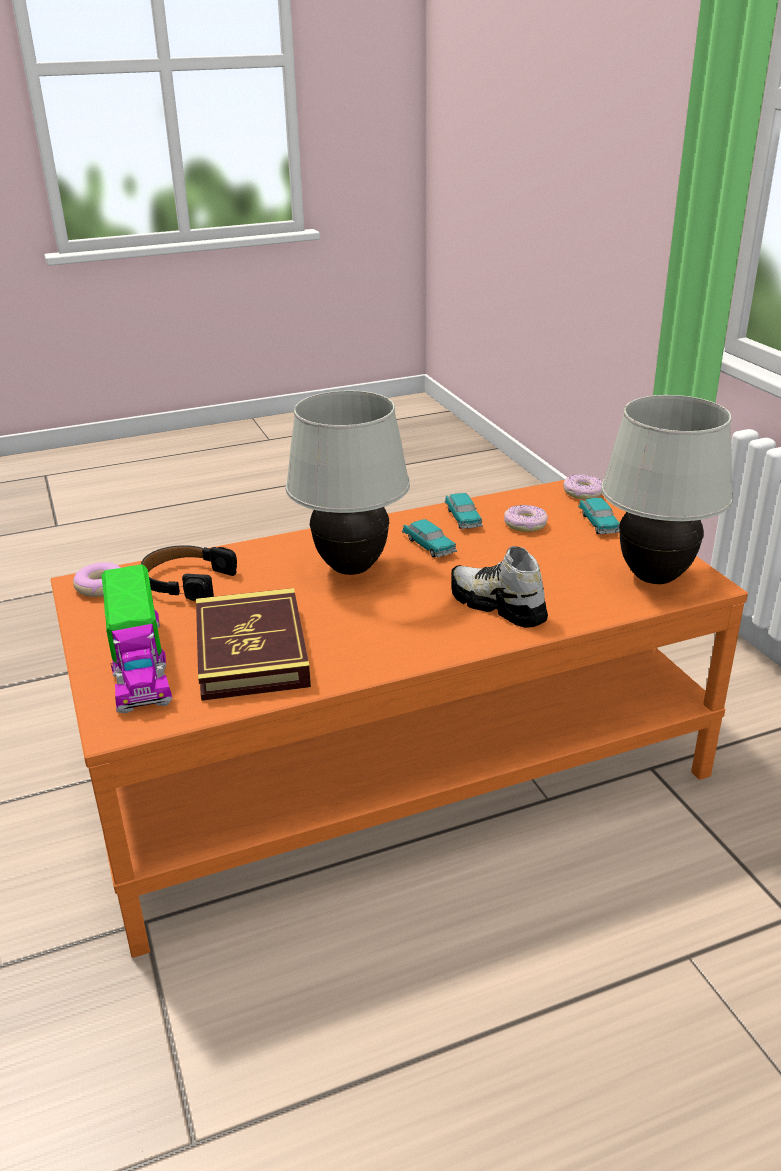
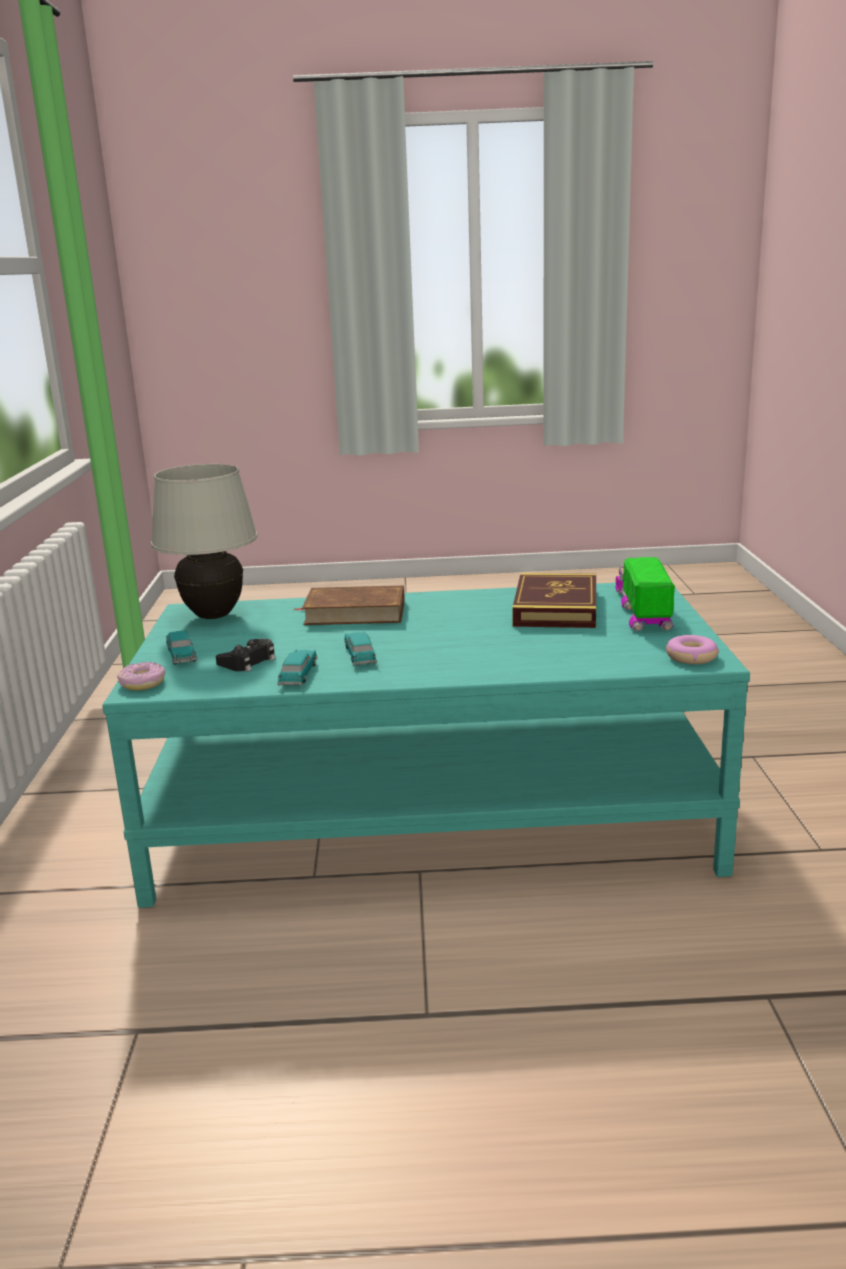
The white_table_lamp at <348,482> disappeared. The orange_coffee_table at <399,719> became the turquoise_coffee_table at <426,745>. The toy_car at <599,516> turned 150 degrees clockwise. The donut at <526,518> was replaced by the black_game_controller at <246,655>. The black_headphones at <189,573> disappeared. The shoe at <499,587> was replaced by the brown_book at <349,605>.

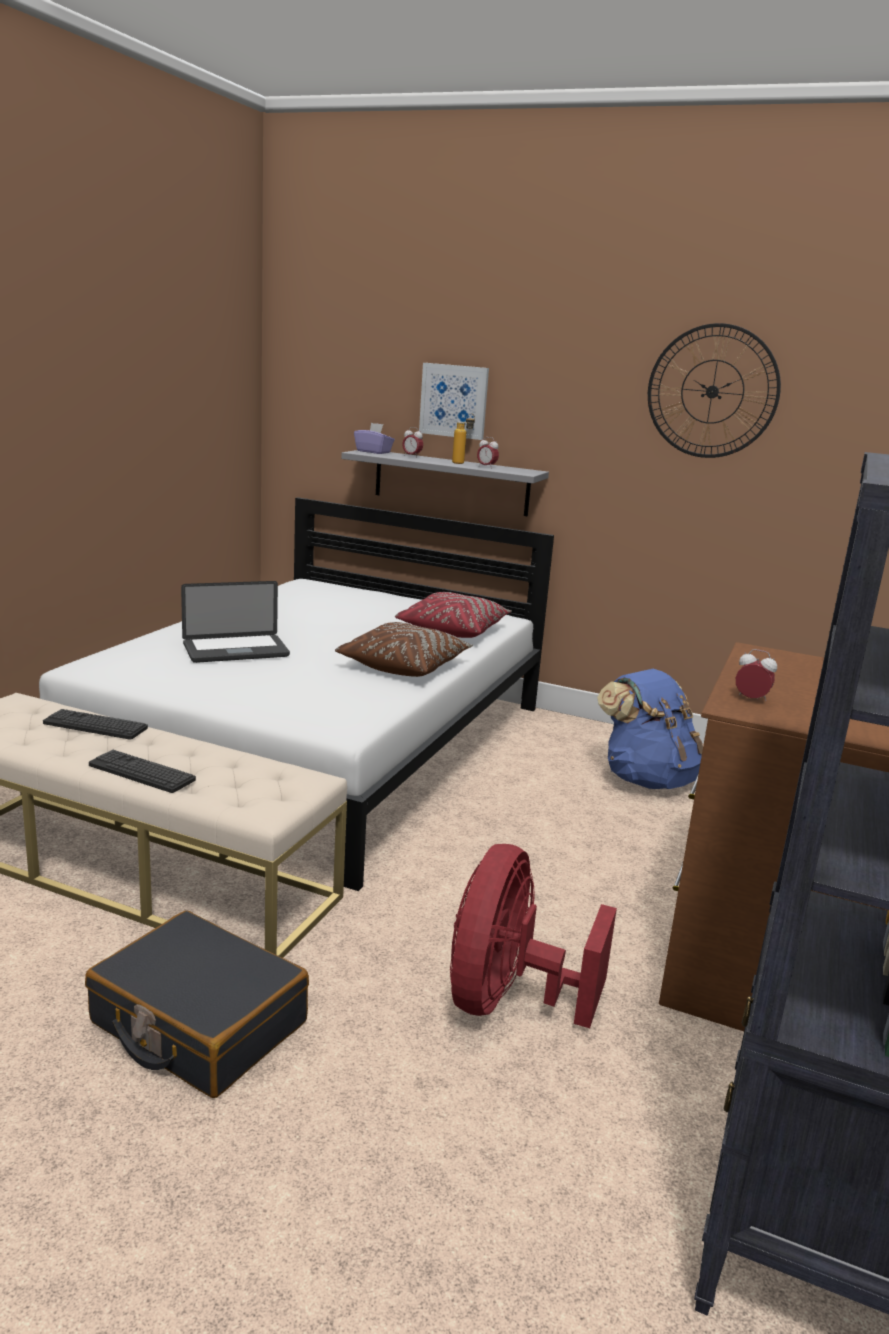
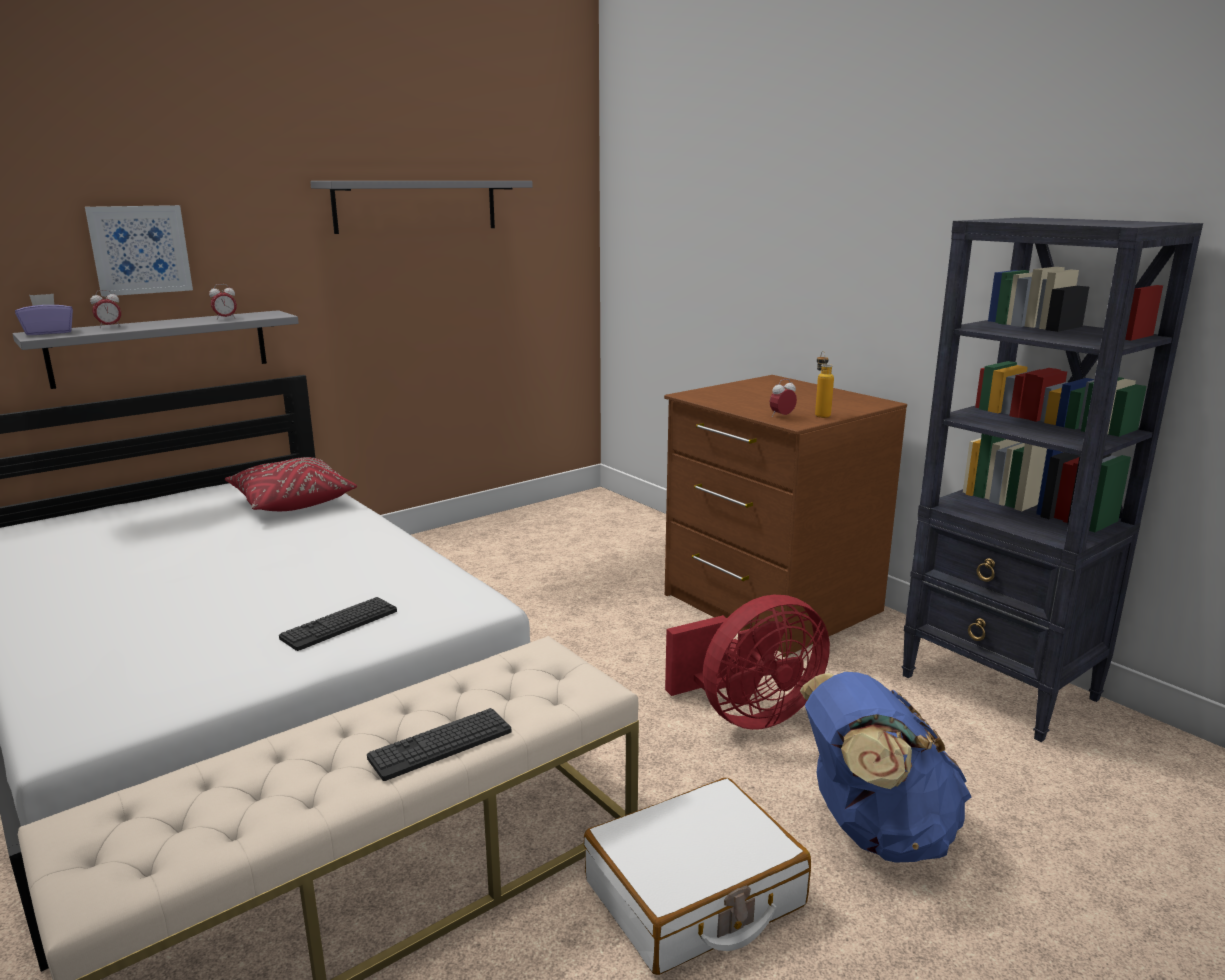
The wall_clock at <714,390> was replaced by the grey_shelf at <421,207>. The bottle moved from <463,438> to <824,384>. The laptop at <235,622> disappeared. The brown_pillow at <404,649> disappeared. The blue_backpack moved from <650,729> to <885,767>. The keyboard moved from <95,724> to <338,624>. The red_fan at <533,936> turned 75 degrees counterclockwise. The black_suitcase at <197,1004> became the white_suitcase at <697,876>.

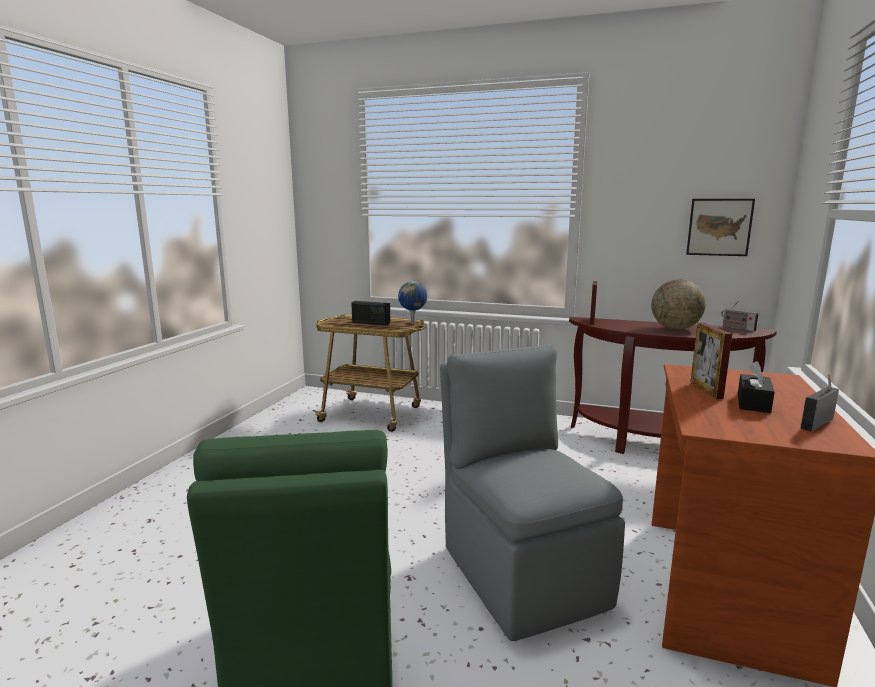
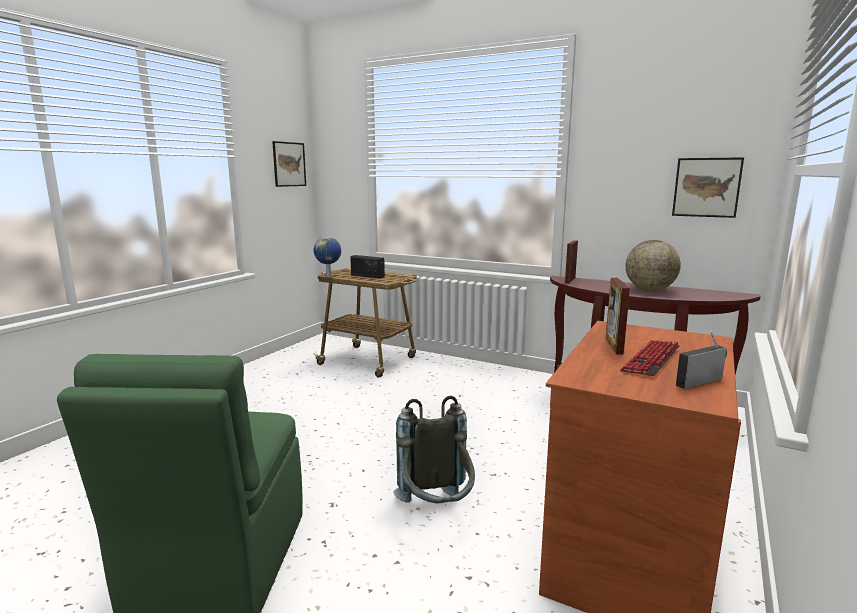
The globe moved from <412,302> to <327,257>. The radio at <739,316> disappeared. The grey_chair at <532,493> was replaced by the grey_backpack at <434,449>. The black_tissue_box at <756,387> was replaced by the keyboard at <650,358>. The picture at <289,164> appeared.

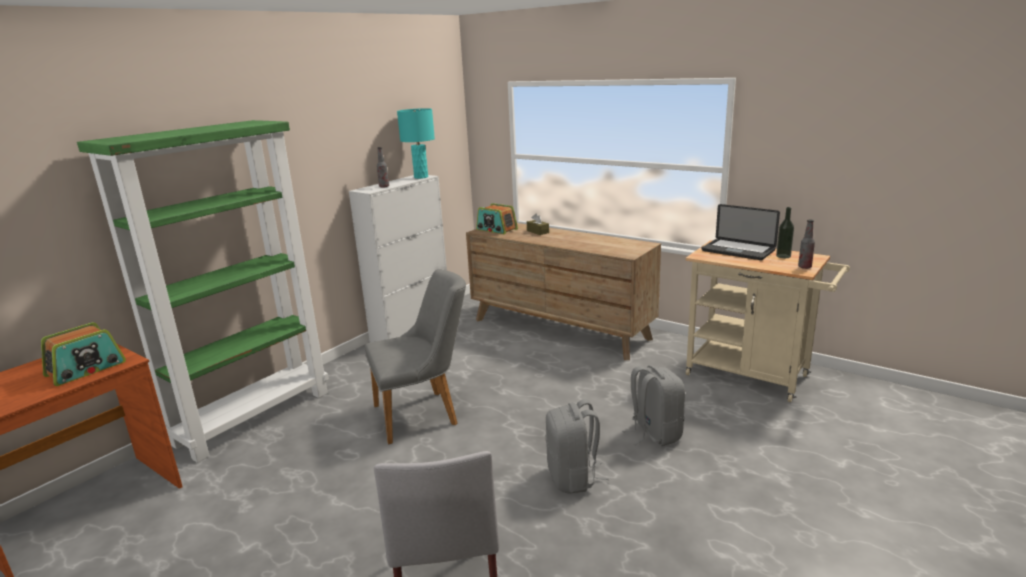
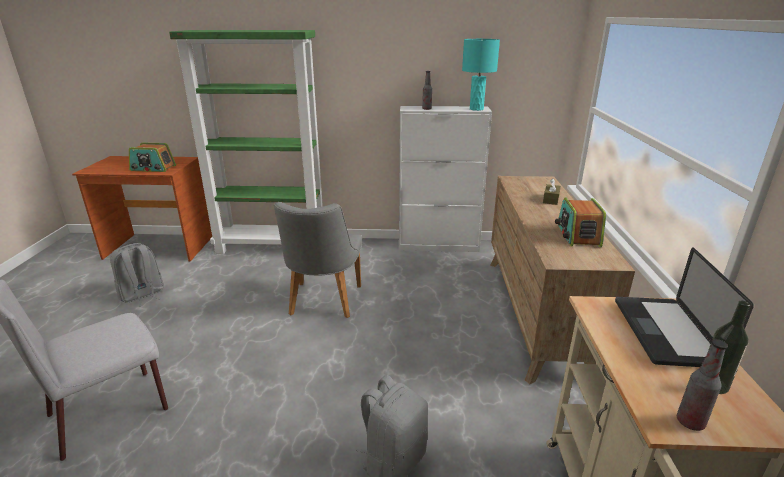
The radio moved from <497,218> to <580,222>. The grey_chair at <415,356> turned 60 degrees clockwise. The grey_backpack moved from <577,446> to <137,275>.

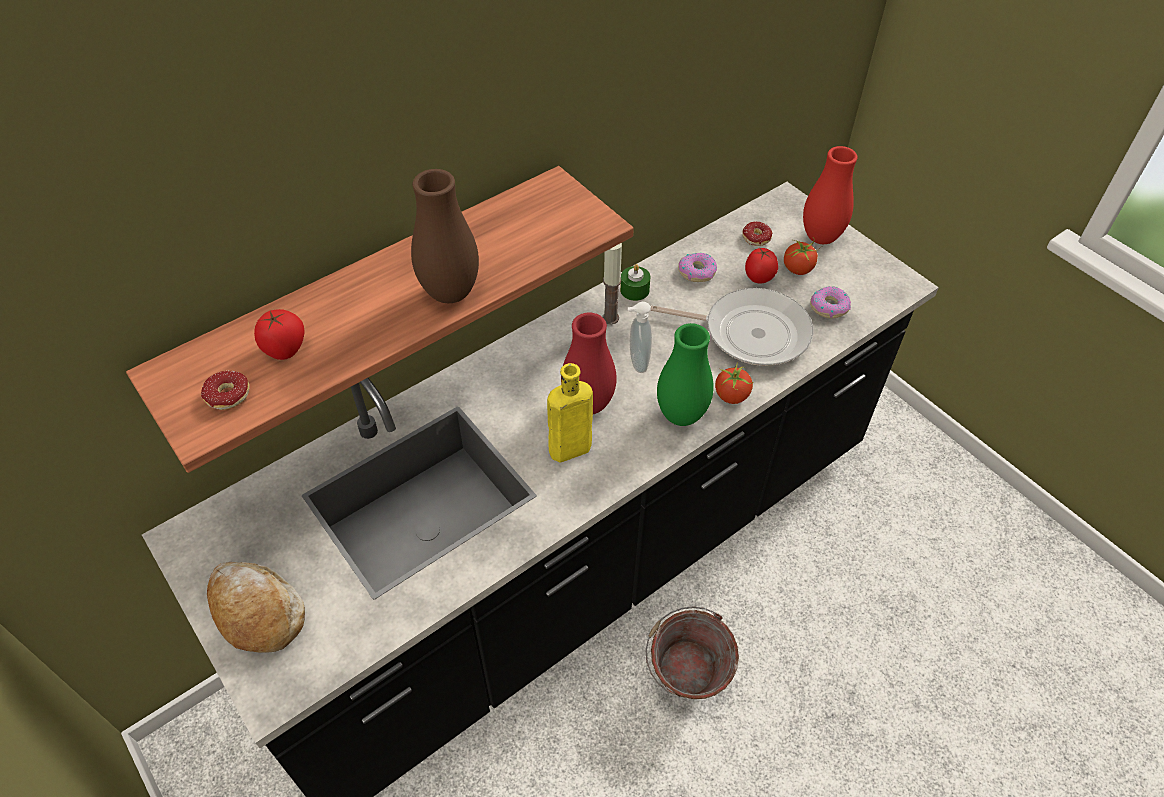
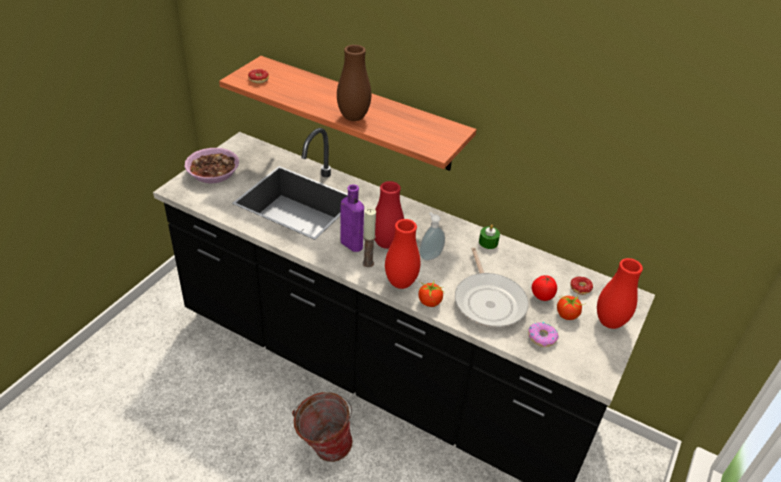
The candle moved from <612,283> to <369,237>. The donut at <697,267> disappeared. The tomato at <279,334> disappeared. The green_vase at <685,374> became the red_vase at <403,254>. The yellow_bottle at <570,413> became the purple_bottle at <352,218>. The bread at <256,607> was replaced by the bowl at <212,165>.

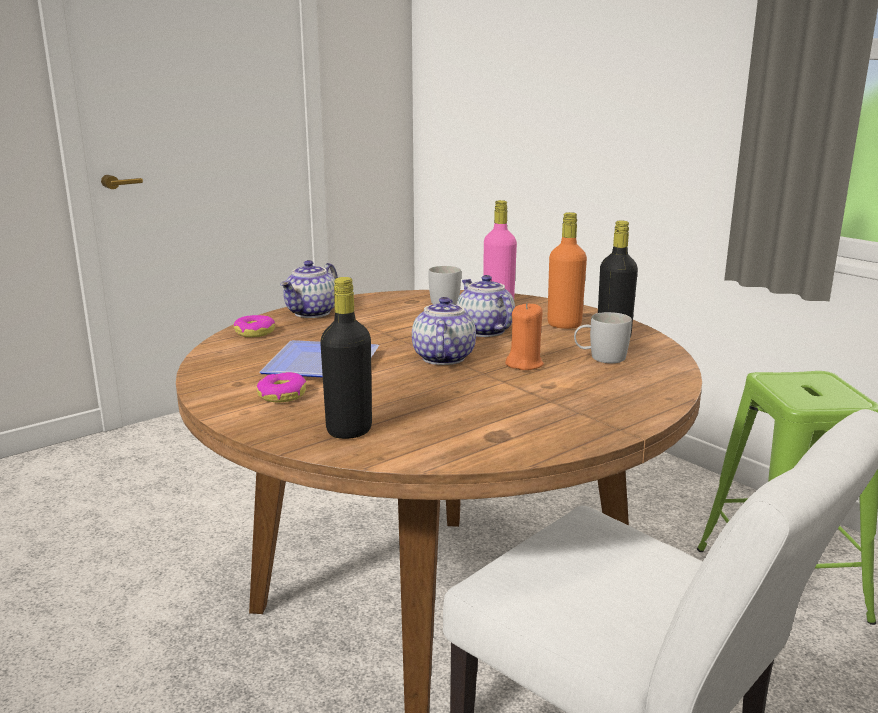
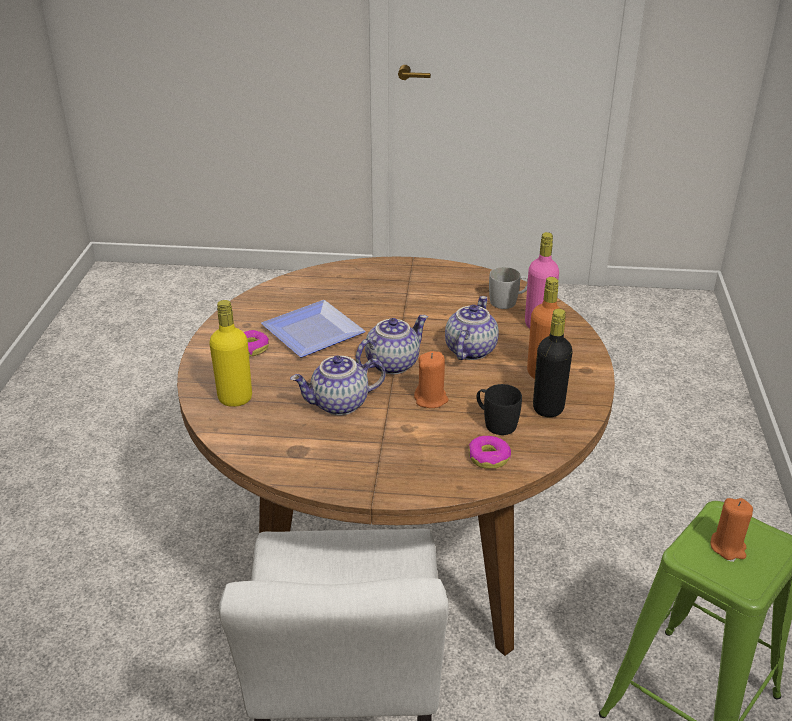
The teapot moved from <309,289> to <338,386>. The black_bottle at <346,358> became the yellow_bottle at <230,353>. The white_mug at <603,337> became the black_mug at <499,409>. The donut moved from <254,326> to <490,452>. The orange_candle at <732,529> appeared.

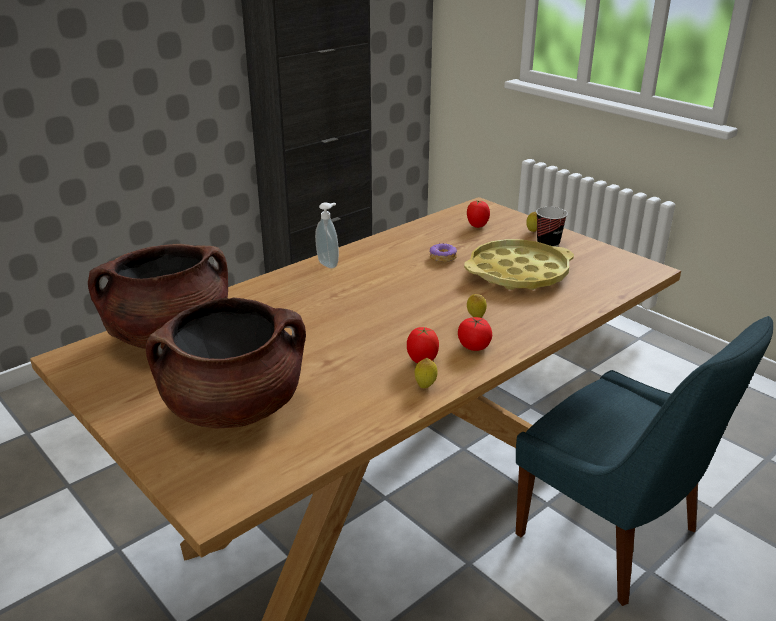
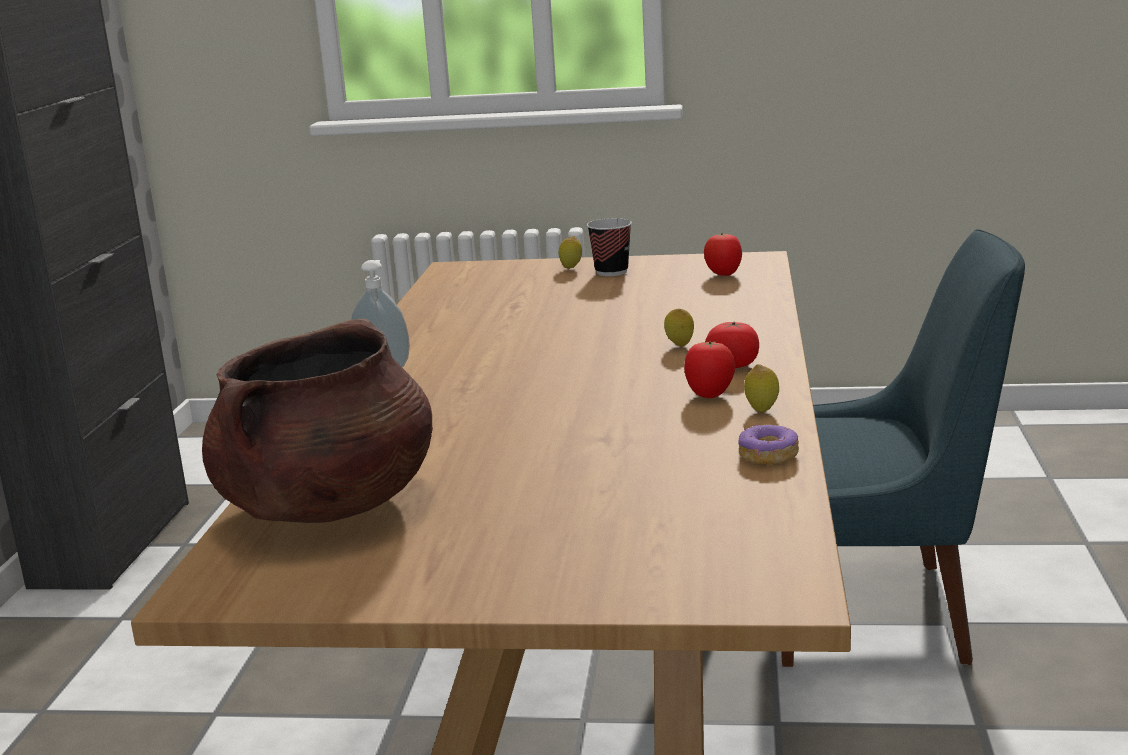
The tomato moved from <478,214> to <723,254>. The yellow_tray at <519,264> disappeared. The donut moved from <443,252> to <768,445>. The brown_cooking_pot at <226,363> disappeared.

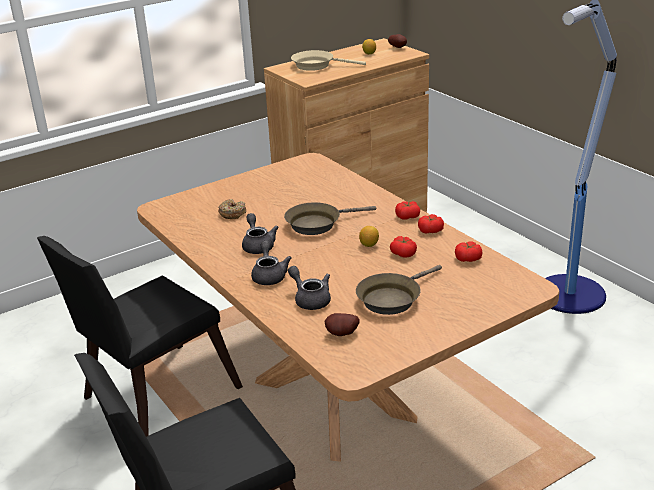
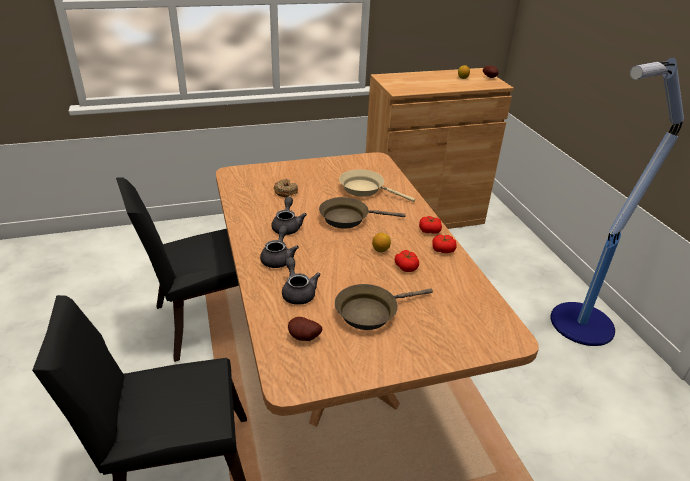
The beige_frying_pan moved from <328,60> to <377,185>. The tomato at <469,251> disappeared.

